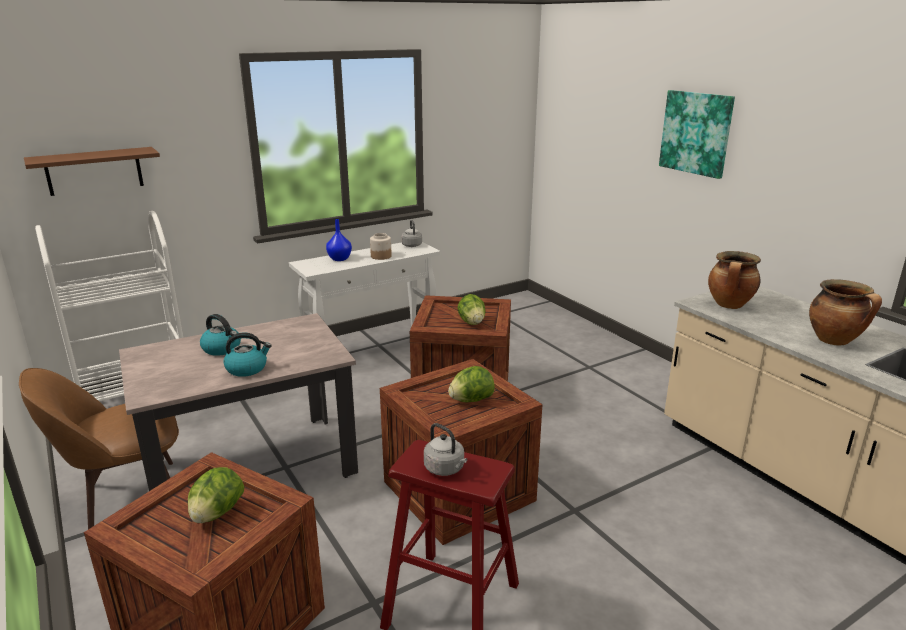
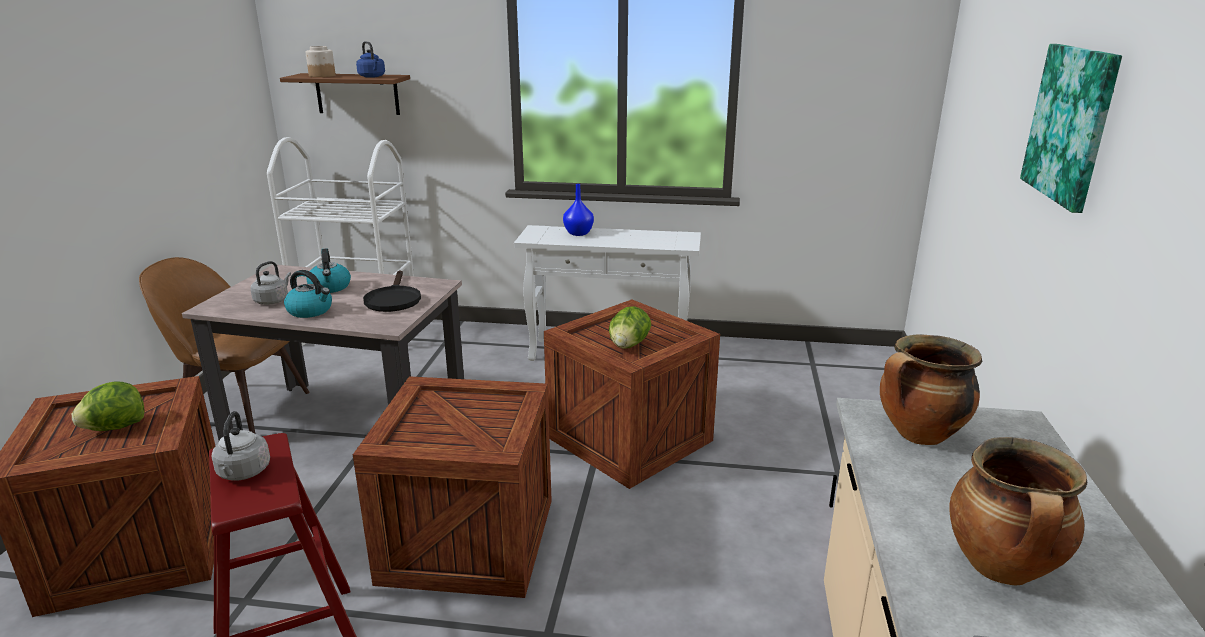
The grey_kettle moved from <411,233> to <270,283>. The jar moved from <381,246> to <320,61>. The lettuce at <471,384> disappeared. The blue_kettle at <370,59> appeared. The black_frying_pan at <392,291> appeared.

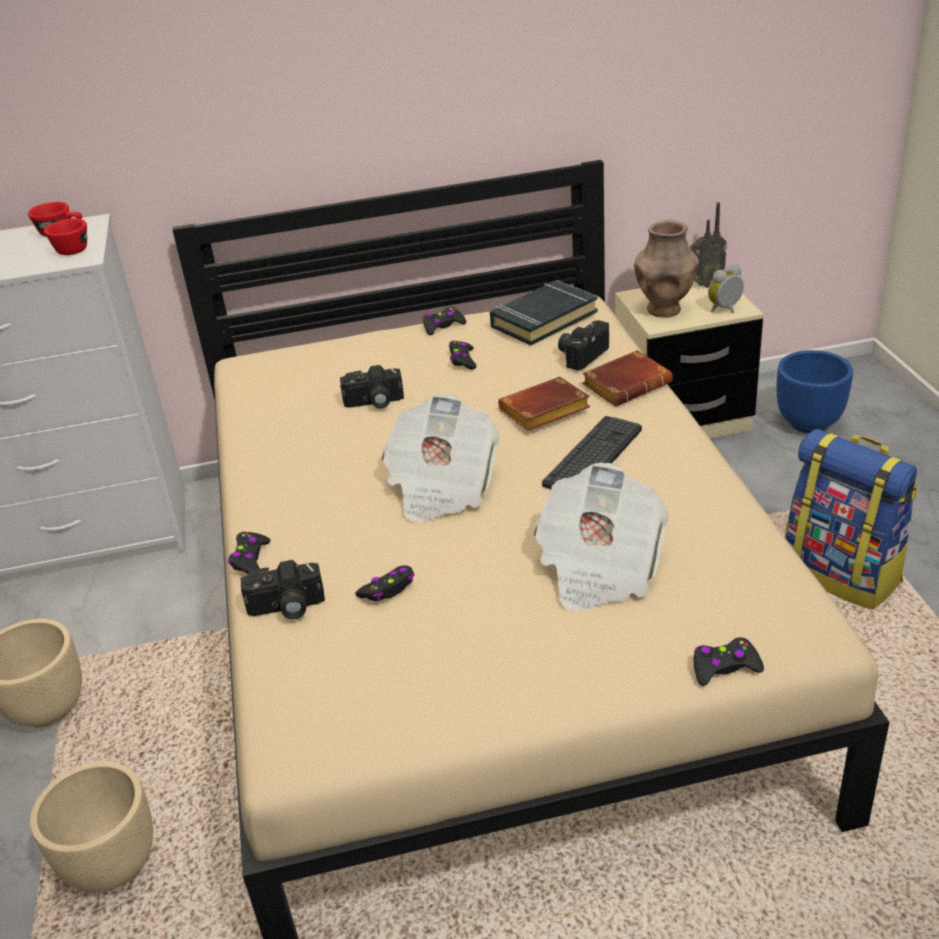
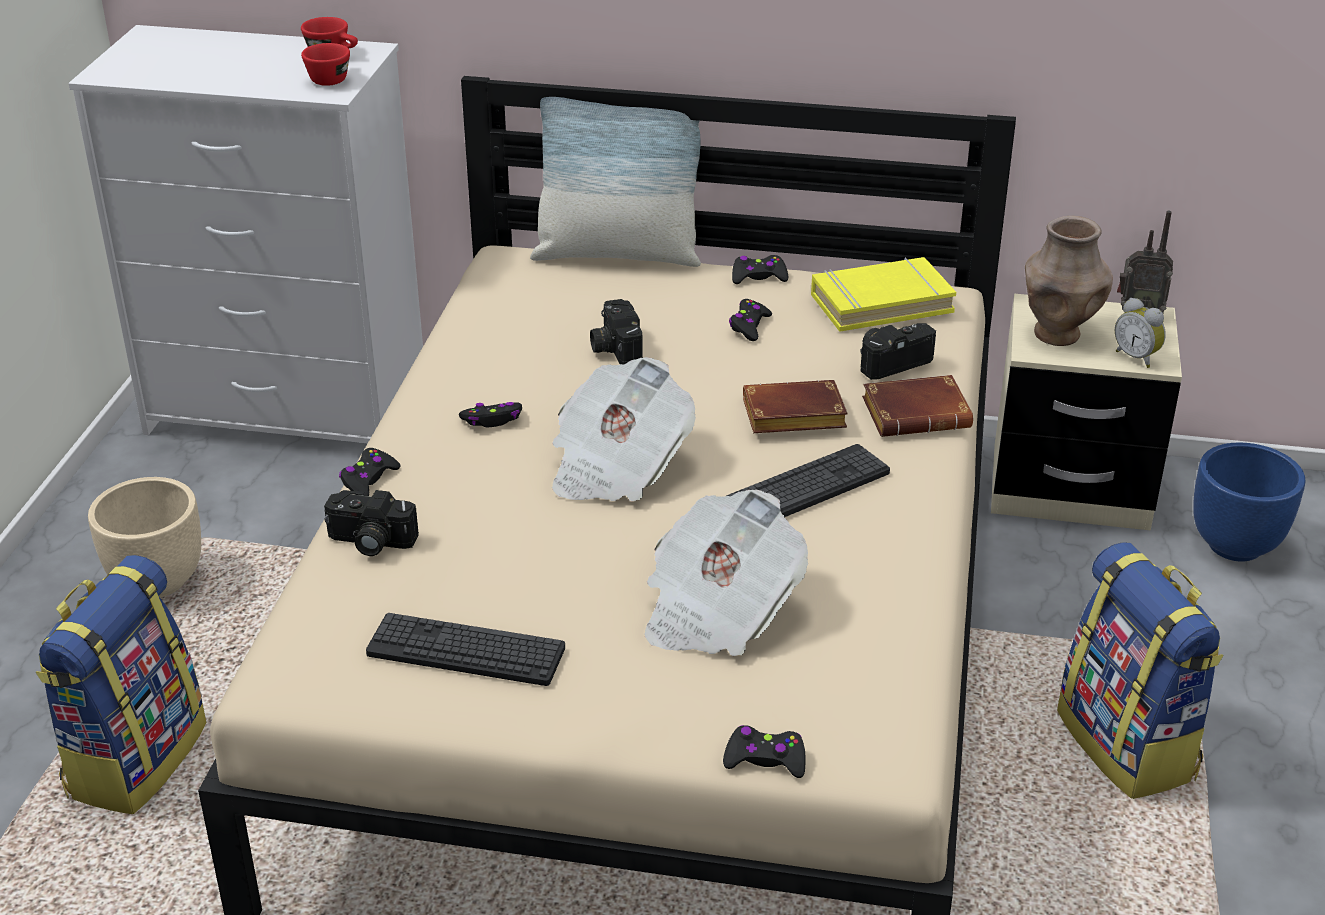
The alarm_clock at <726,288> turned 120 degrees counterclockwise. The black_book at <544,313> became the yellow_book at <883,294>. The photo_camera at <372,387> turned 60 degrees clockwise. The black_game_controller moved from <385,583> to <490,414>. The beige_planter at <91,826> was replaced by the backpack at <121,684>. The pillow at <615,182> appeared. The keyboard at <465,649> appeared.

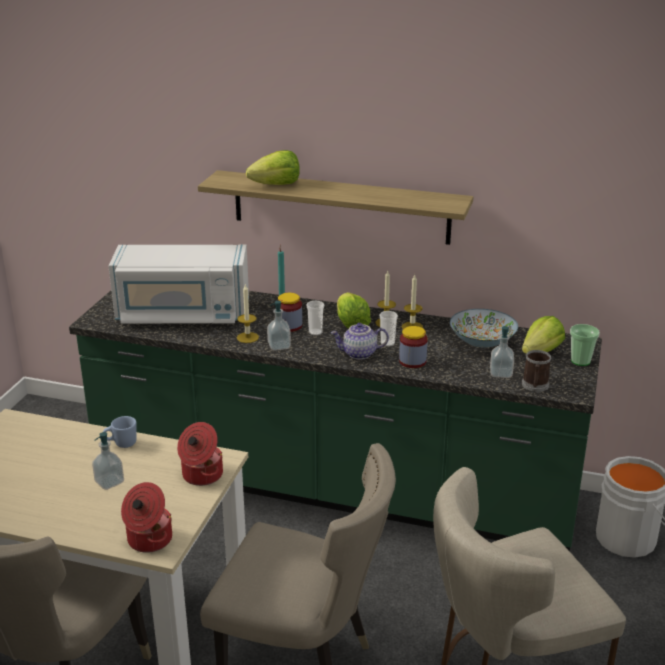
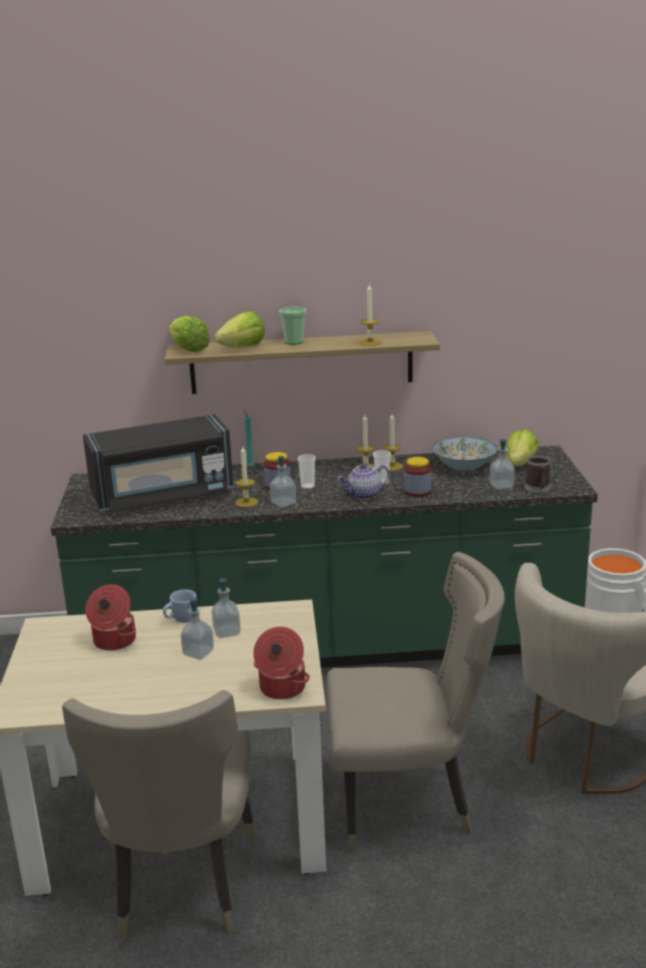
The white_microwave at <178,284> became the black_microwave at <158,463>. The lettuce moved from <354,310> to <189,333>. The cup moved from <585,345> to <292,326>. The cooking_pot moved from <200,454> to <110,617>. The candle at <370,315> appeared. The soap_dispenser at <226,608> appeared.

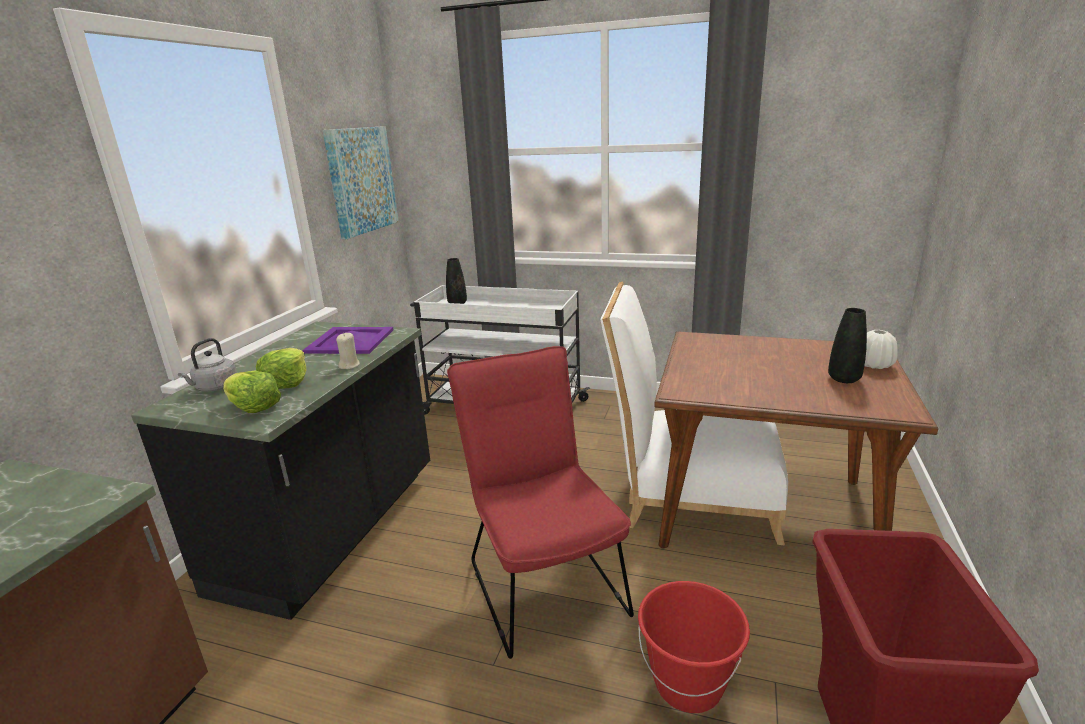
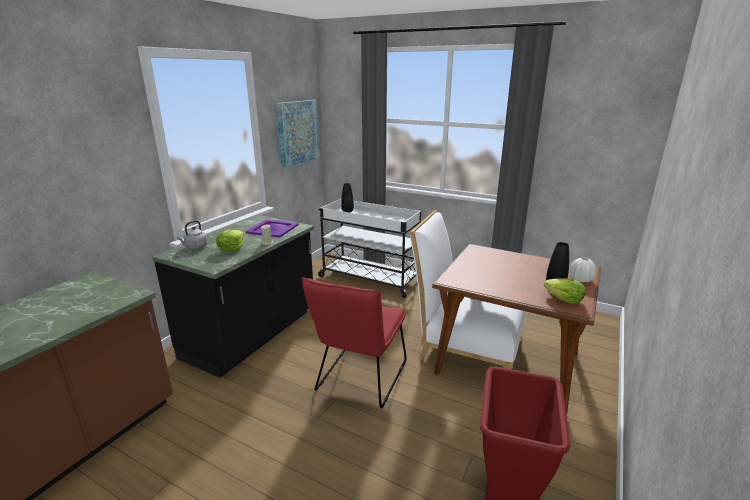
The red_chair at <540,502> turned 150 degrees counterclockwise. The lettuce moved from <252,392> to <564,291>. The red_bucket at <694,647> disappeared.

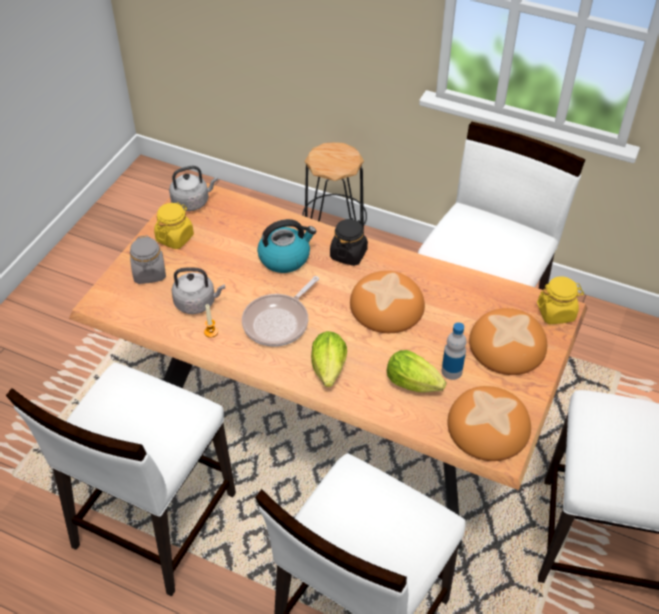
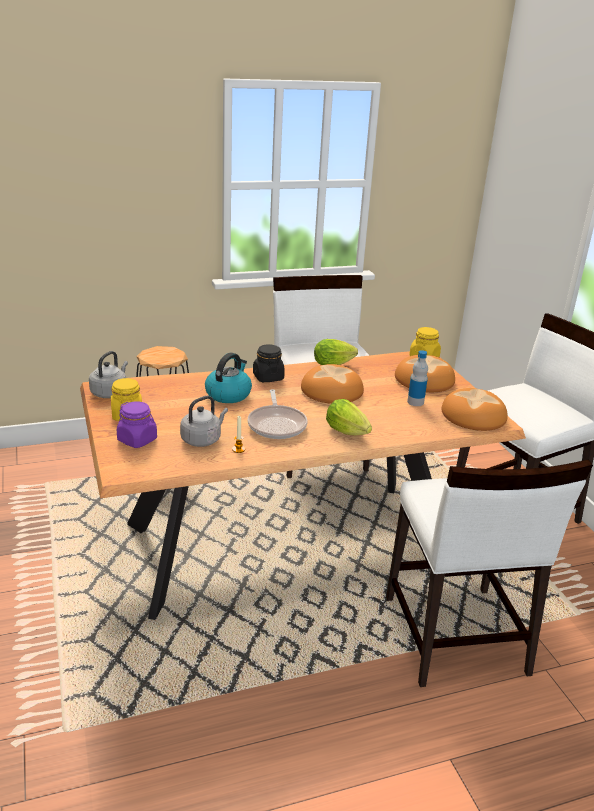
The grey_jar at <148,259> became the purple_jar at <137,424>. The lettuce moved from <416,371> to <336,352>. The white_chair at <121,479> disappeared.

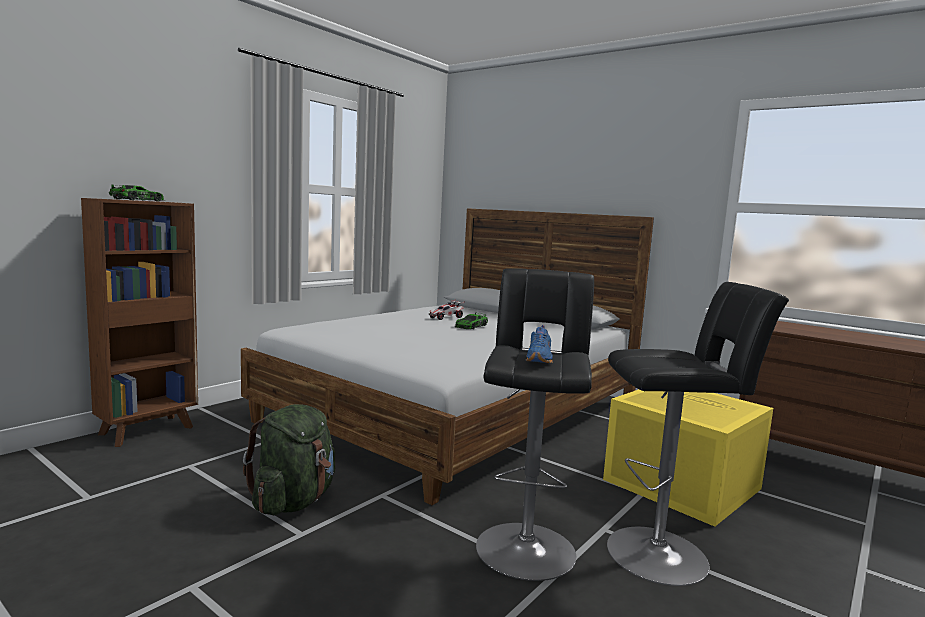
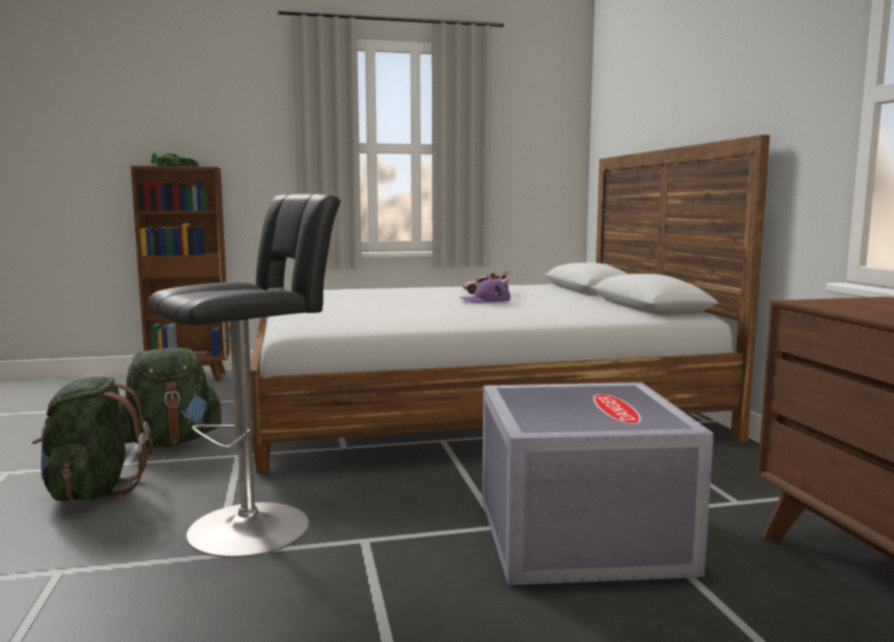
The black_stool at <698,434> disappeared. The toy_car at <471,321> was replaced by the purple_cap at <484,291>. The blue_shoe at <539,344> disappeared. The yellow_storage_box at <688,458> became the grey_storage_box at <598,483>. The green_backpack at <92,438> appeared.

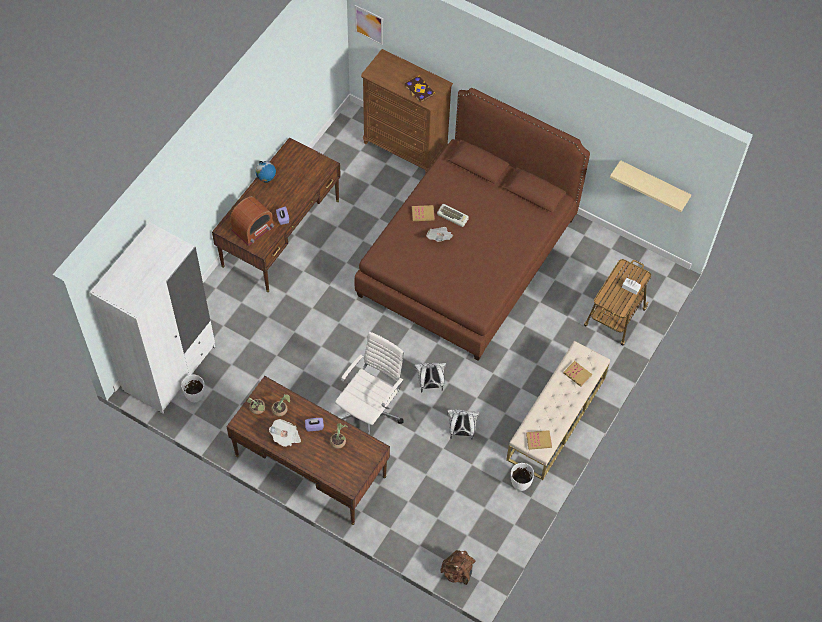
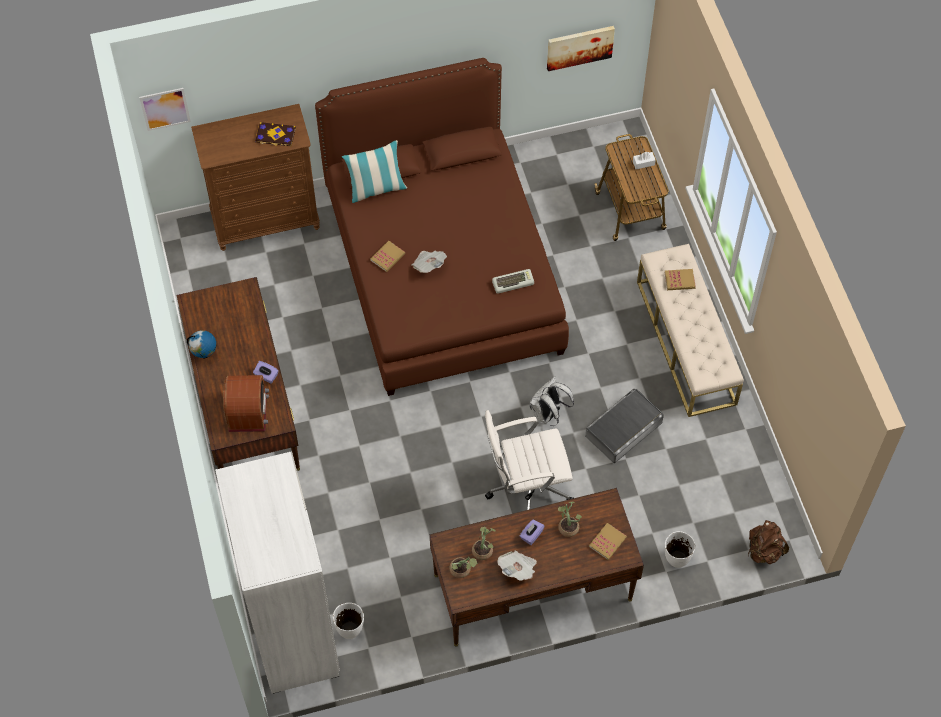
The beige_shelf at <650,186> was replaced by the picture at <581,48>. The keyboard moved from <453,215> to <513,281>. The white_office_chair at <369,383> turned 90 degrees counterclockwise. The white_backpack at <463,424> was replaced by the grey_storage_box at <624,426>. The book moved from <539,440> to <608,541>. The white_vase moved from <522,477> to <680,549>. The pillow at <374,171> appeared.

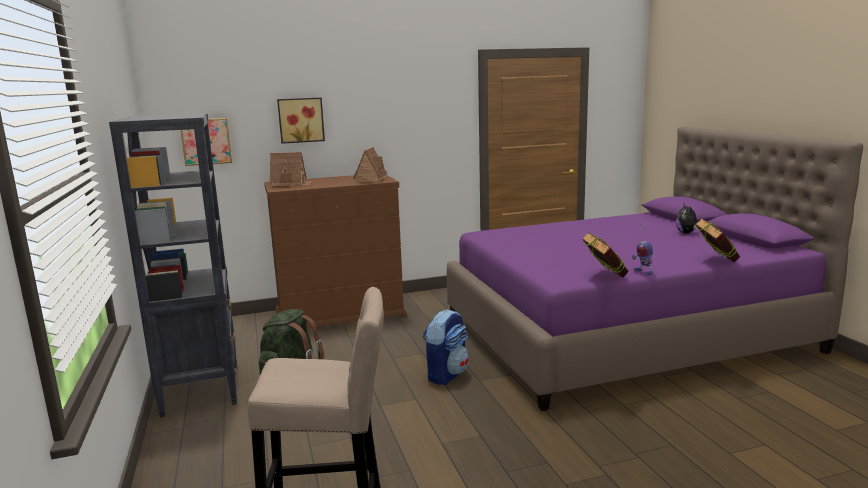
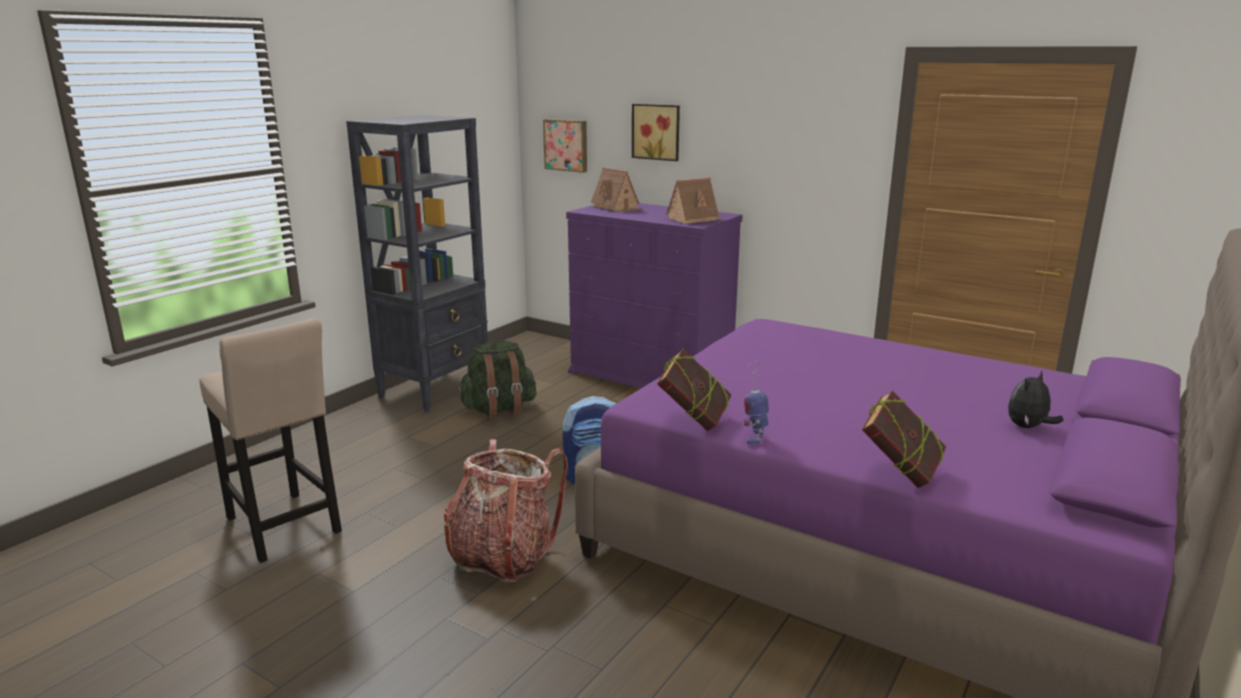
The brown_dresser at <335,251> became the purple_dresser at <654,295>. The backpack at <506,510> appeared.

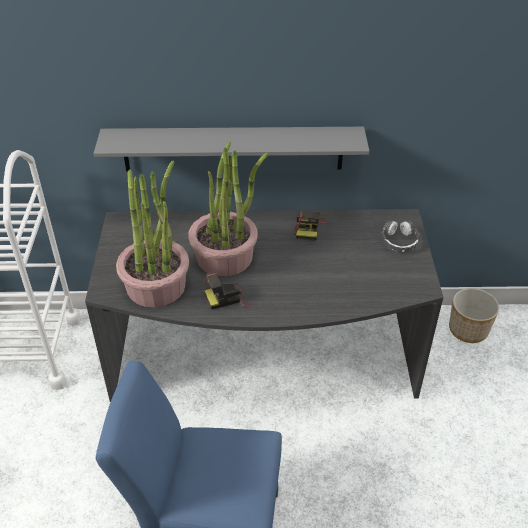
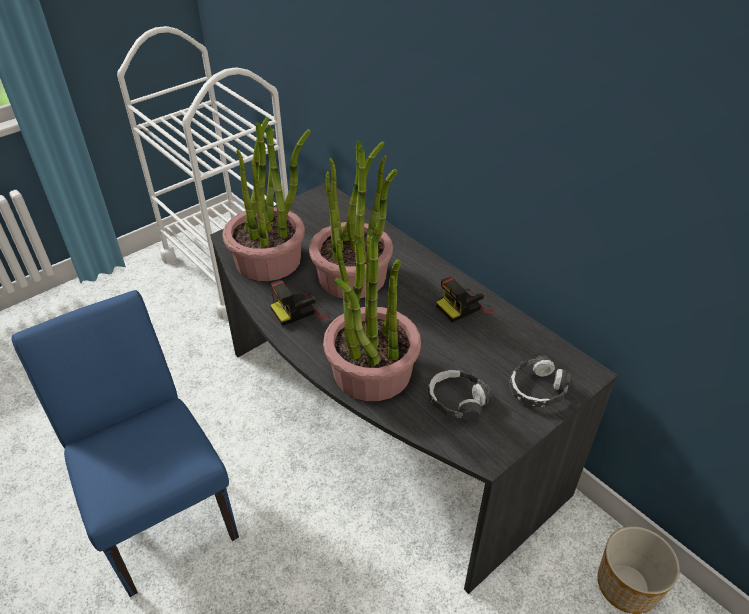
The grey_shelf at <231,149> disappeared. The photo_camera at <227,290> turned 60 degrees counterclockwise. The potted_plant at <372,318> appeared. The headphones at <460,395> appeared.

